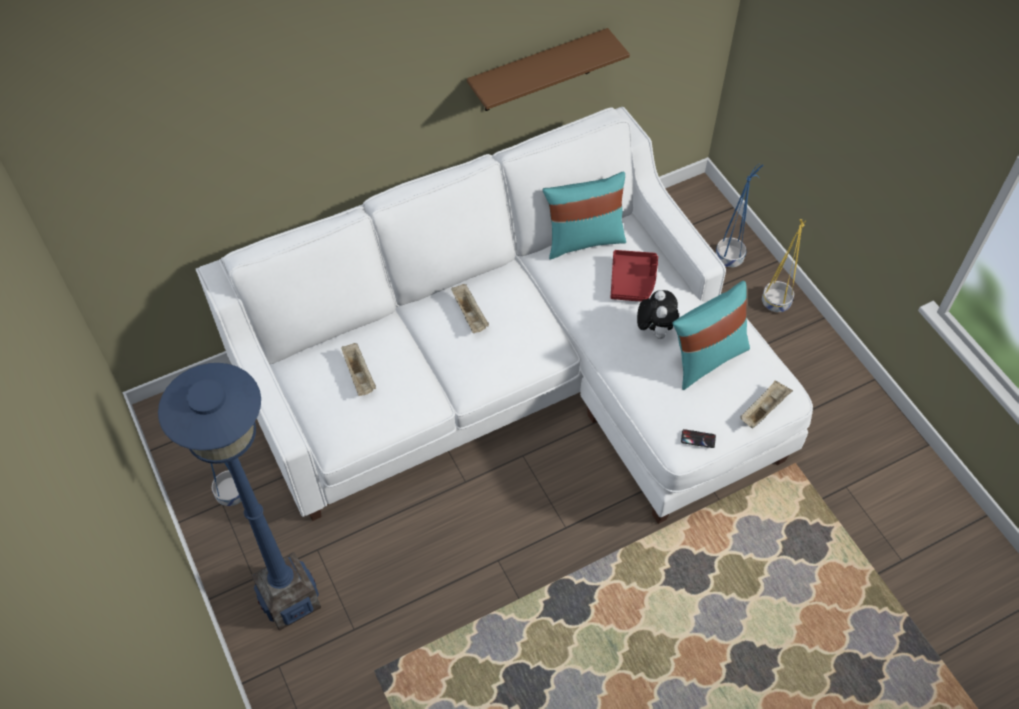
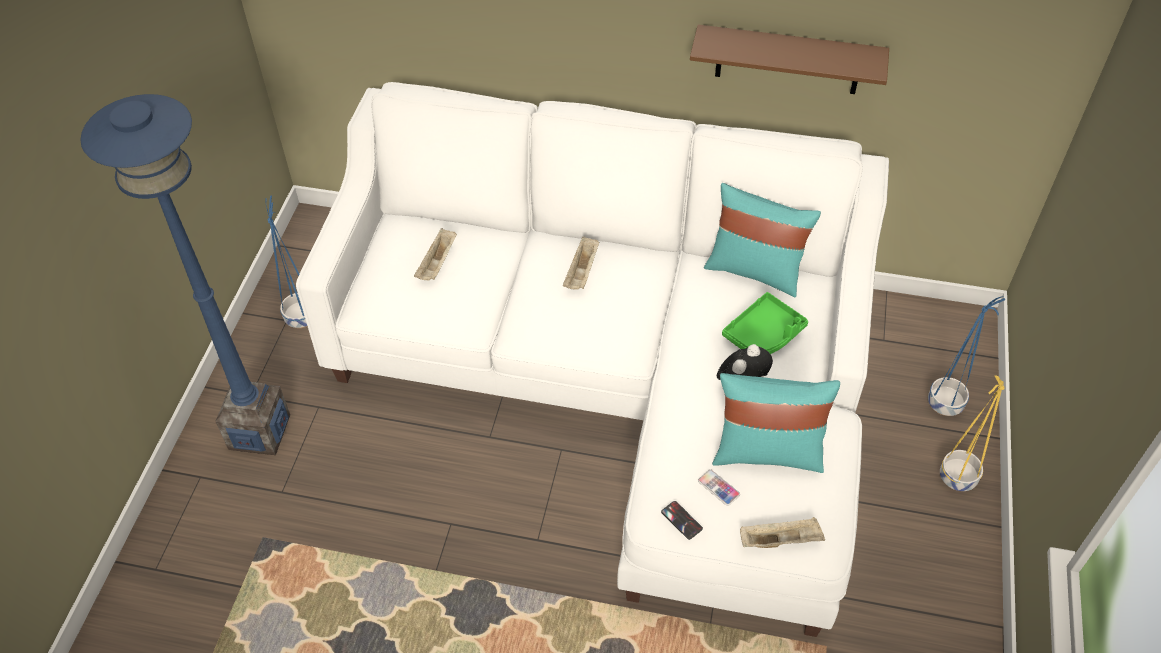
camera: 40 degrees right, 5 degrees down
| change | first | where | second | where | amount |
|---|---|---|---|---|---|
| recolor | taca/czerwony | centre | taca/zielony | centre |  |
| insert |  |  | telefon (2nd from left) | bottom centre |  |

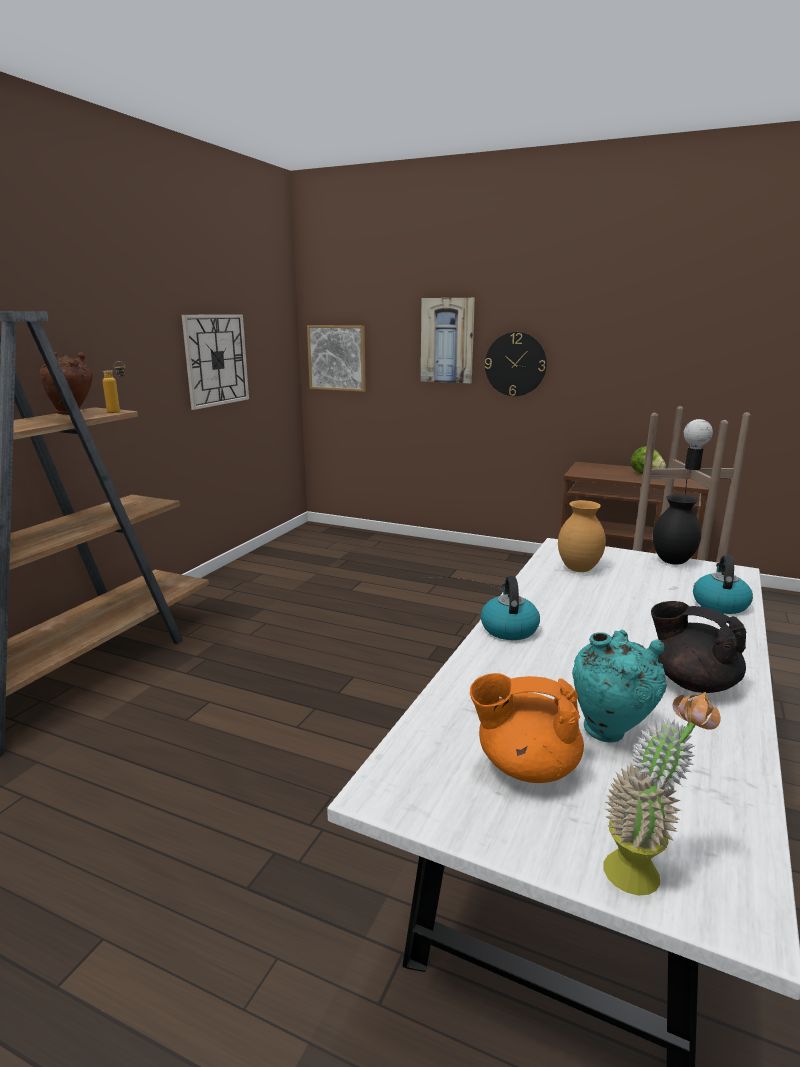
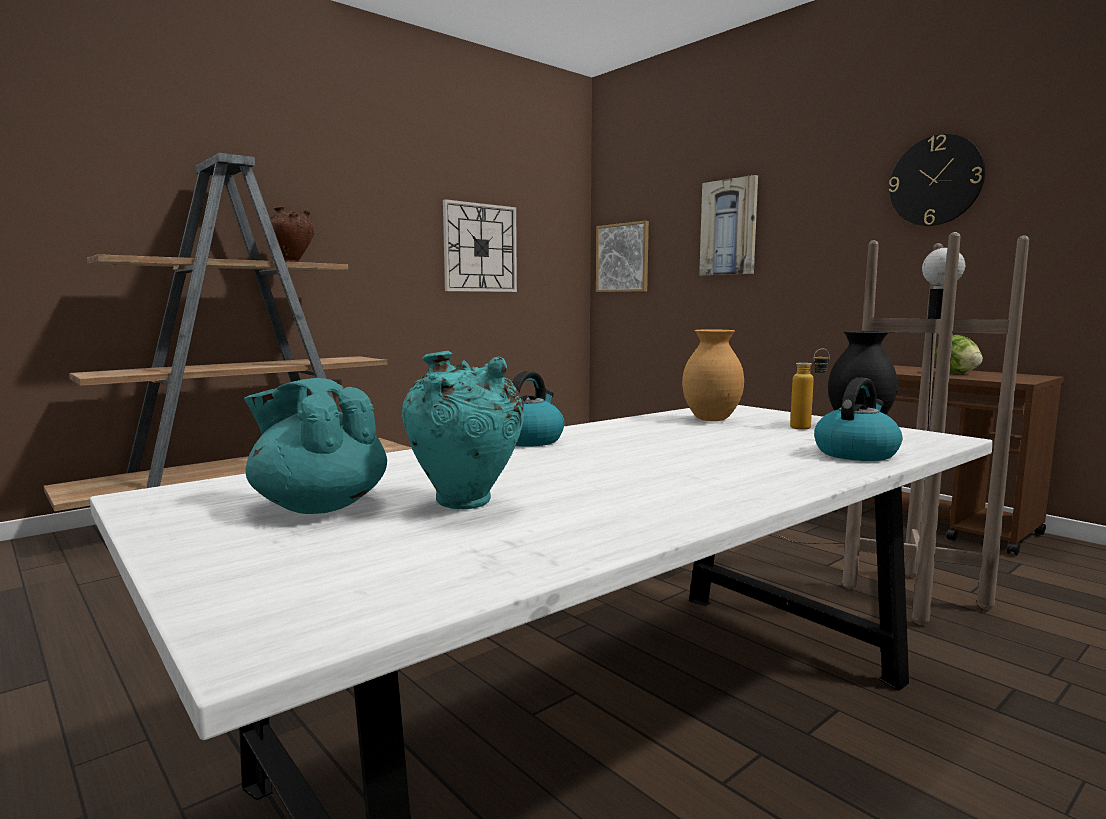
camera: 25 degrees right, 10 degrees down
| change | first | where | second | where | amount |
|---|---|---|---|---|---|
| move | zegar ścienny (2nd from left) | centre |  | top right |  |
| move | butelka | middle left |  | middle right |  |
| delete | imbryk/czarny | middle right |  |  |  |
| recolor | imbryk/pomarańczowy | bottom centre | imbryk/turkusowy | middle left |  |
| delete | roślina doniczkowa | bottom right |  |  |  |

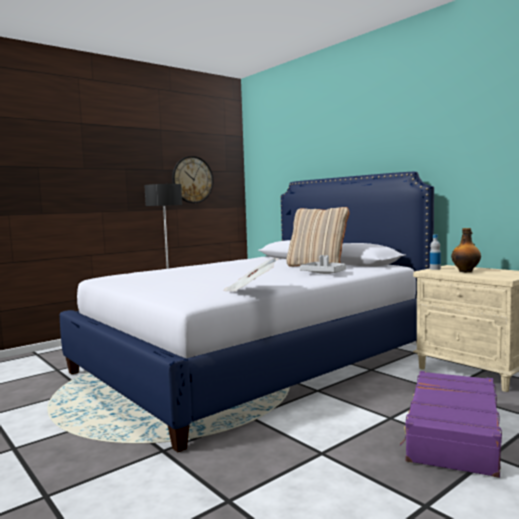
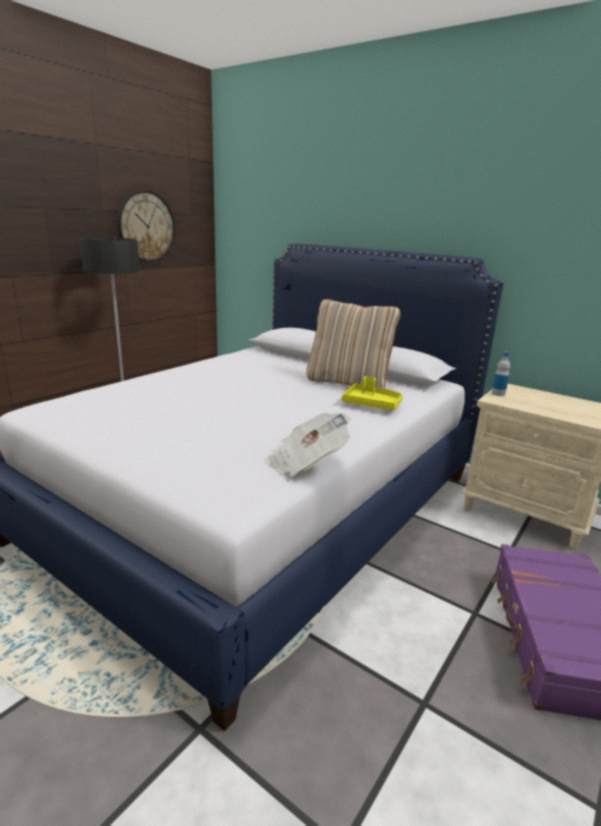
camera: 15 degrees left, 15 degrees up
| change | first | where | second | where | amount |
|---|---|---|---|---|---|
| delete | butelka (2nd from left) | middle right |  |  |  |
| recolor | taca/szary | centre | taca/żółty | centre |  |

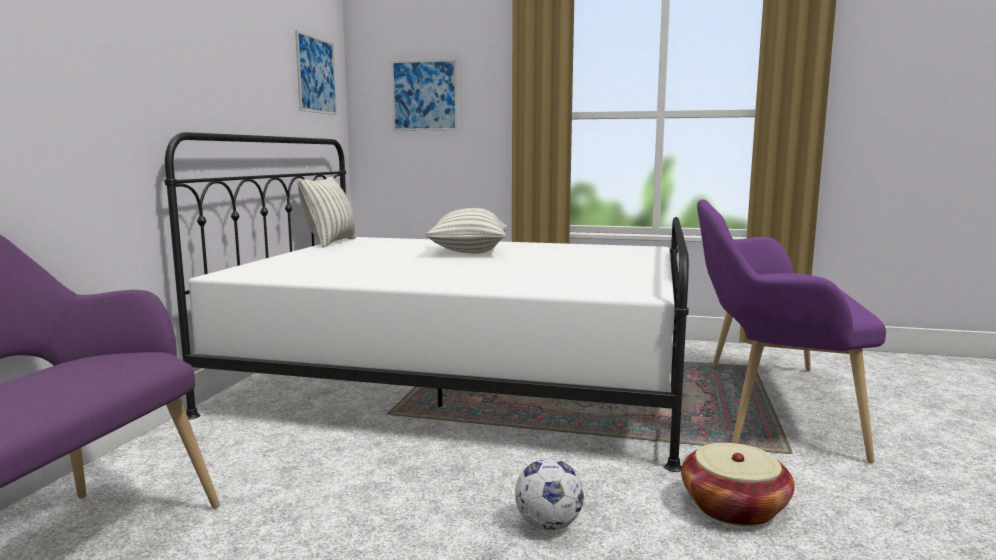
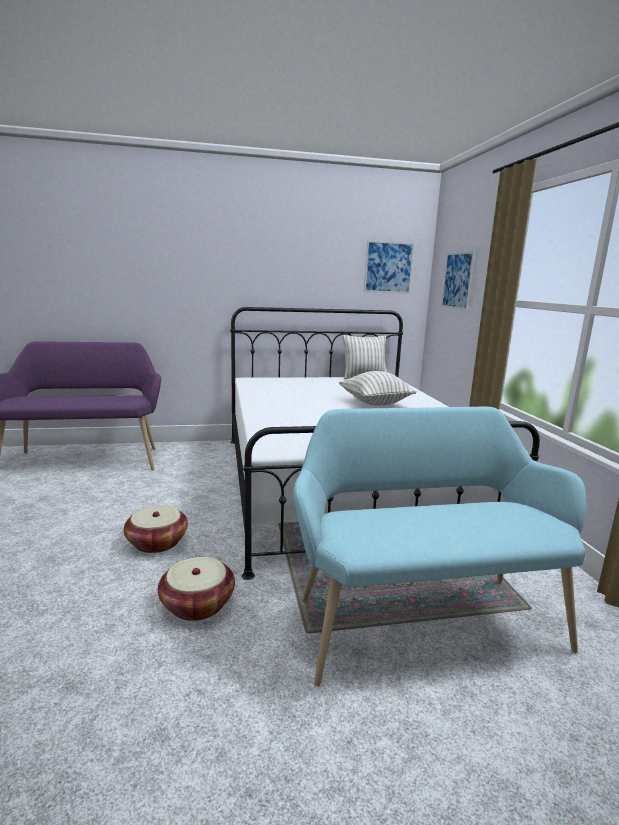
camera: 65 degrees right, 5 degrees up
| change | first | where | second | where | amount |
|---|---|---|---|---|---|
| recolor | ławka/fioletowy (2nd from left) | middle right | ławka/turkusowy | middle right |  |
| replace | piłka futbolowa | bottom centre | koszyk (1st from left) | middle left |  |

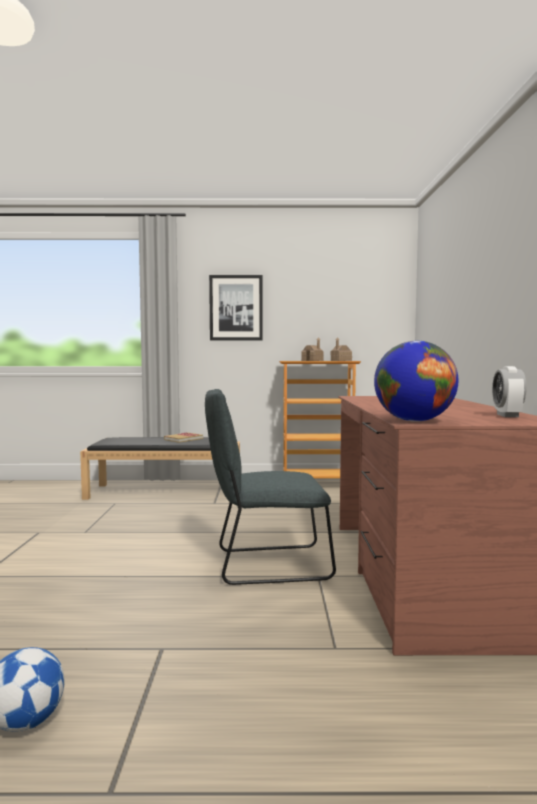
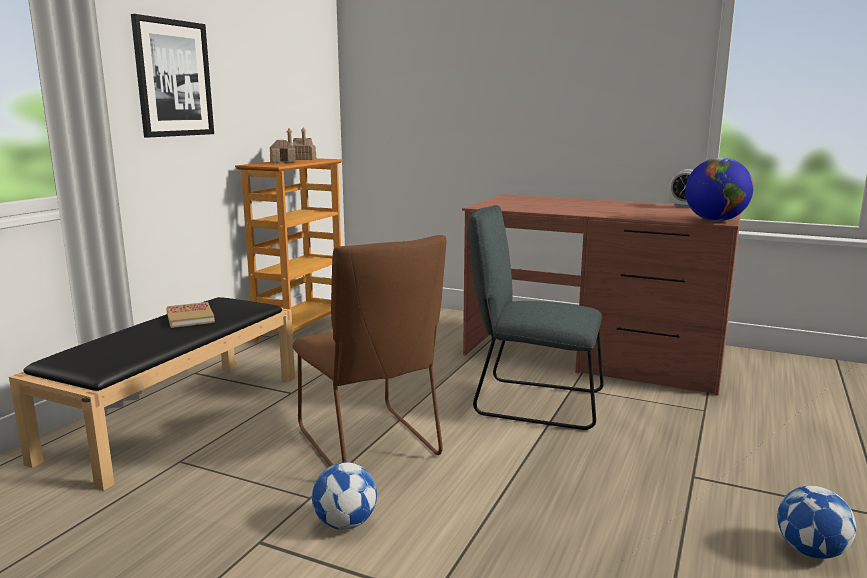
camera: 65 degrees left, 10 degrees up
| change | first | where | second | where | amount |
|---|---|---|---|---|---|
| rotate | krzesło/szary | centre |  | centre | 90 degrees clockwise |
| insert |  |  | krzesło/brązowy | centre |  |
| insert |  |  | piłka futbolowa (1st from left) | bottom centre |  |

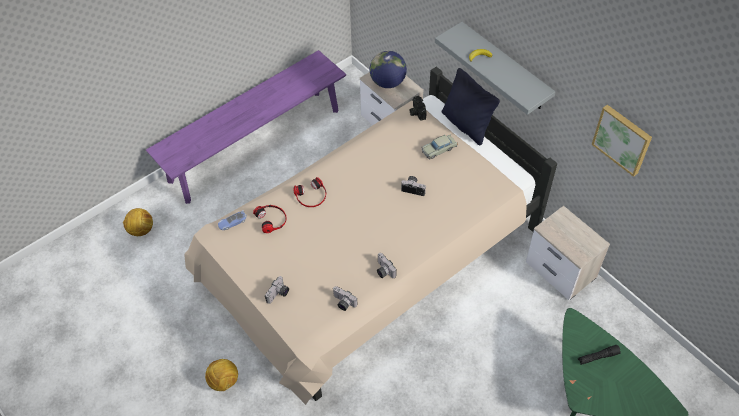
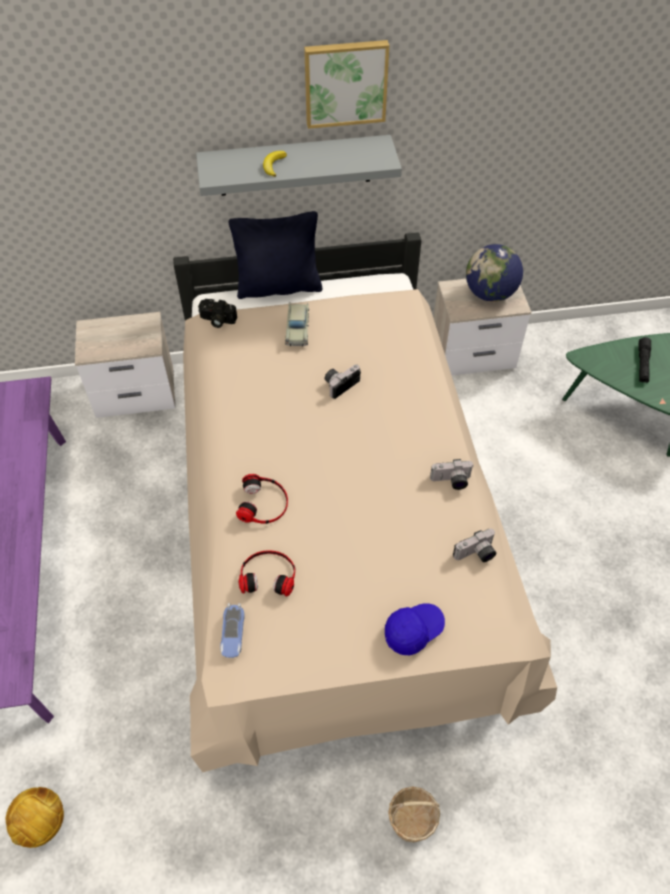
camera: 60 degrees left, 0 degrees up
| change | first | where | second | where | amount |
|---|---|---|---|---|---|
| move | globus | top centre |  | top right |  |
| move | obraz | middle right |  | top centre |  |
| replace | aparat fotograficzny (1st from left) | bottom centre | czapka z daszkiem/niebieski | bottom centre |  |
| replace | piłka futbolowa (2nd from left) | bottom left | koszyk | bottom centre |  |

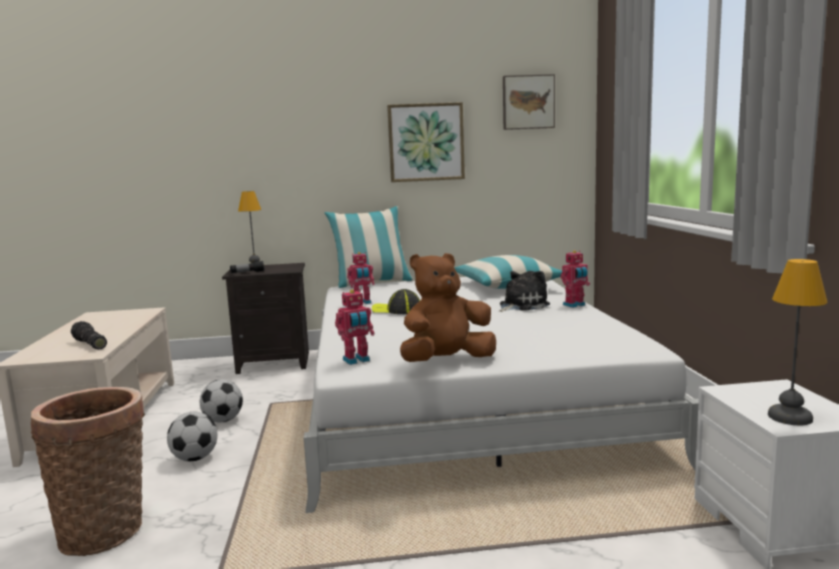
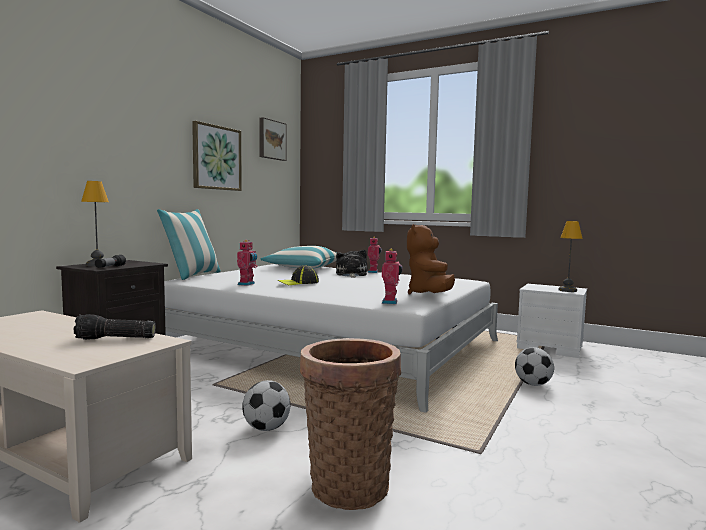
camera: 55 degrees left, 5 degrees down
| change | first | where | second | where | amount |
|---|---|---|---|---|---|
| move | piłka futbolowa (2nd from left) | bottom left |  | bottom right |  |

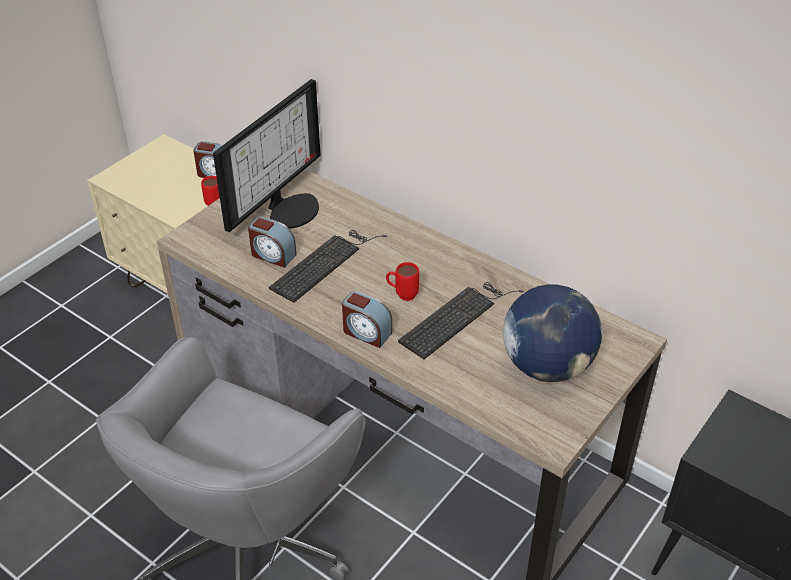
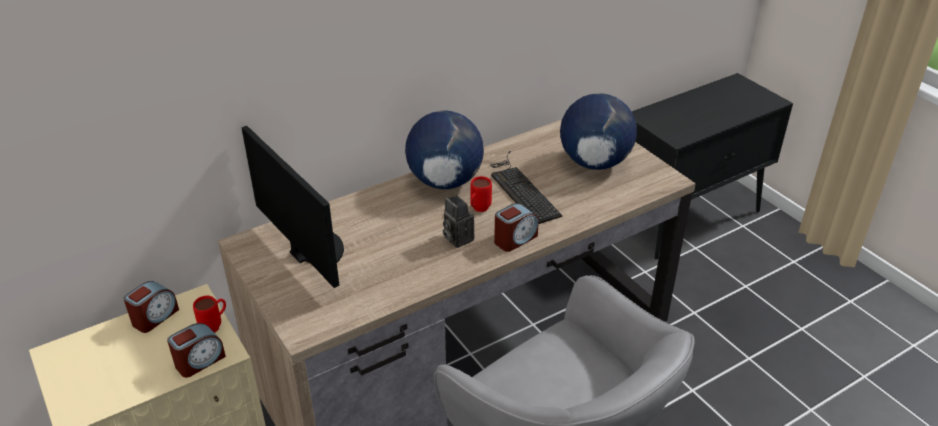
camera: 70 degrees left, 5 degrees down
| change | first | where | second | where | amount |
|---|---|---|---|---|---|
| move | budzik (2nd from left) | centre |  | bottom left |  |
| delete | klawiatura (1st from left) | centre |  |  |  |
| insert |  |  | globus (1st from left) | centre |  |
| insert |  |  | aparat fotograficzny | centre |  |

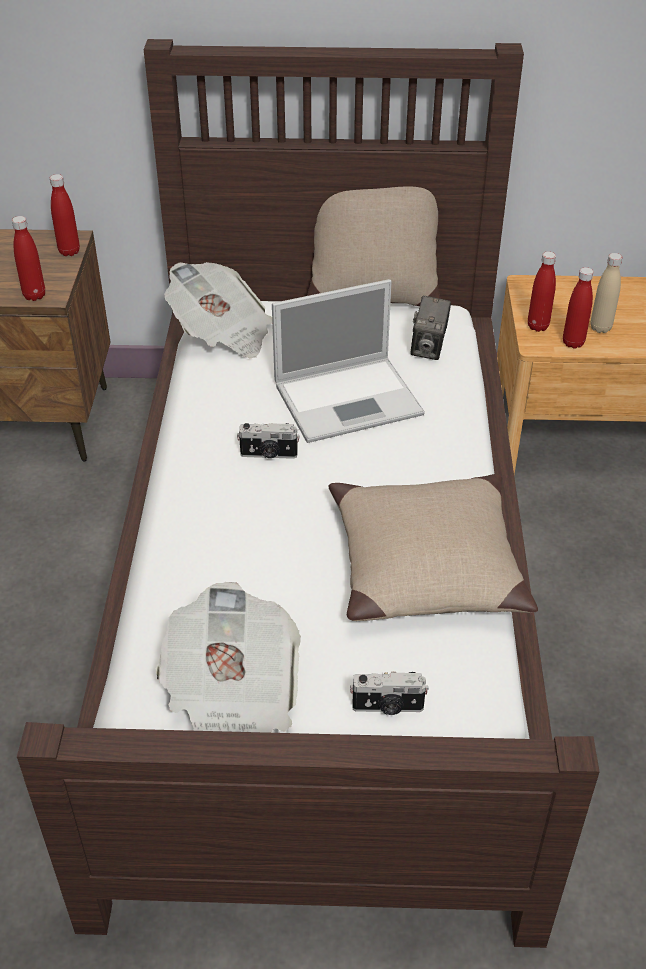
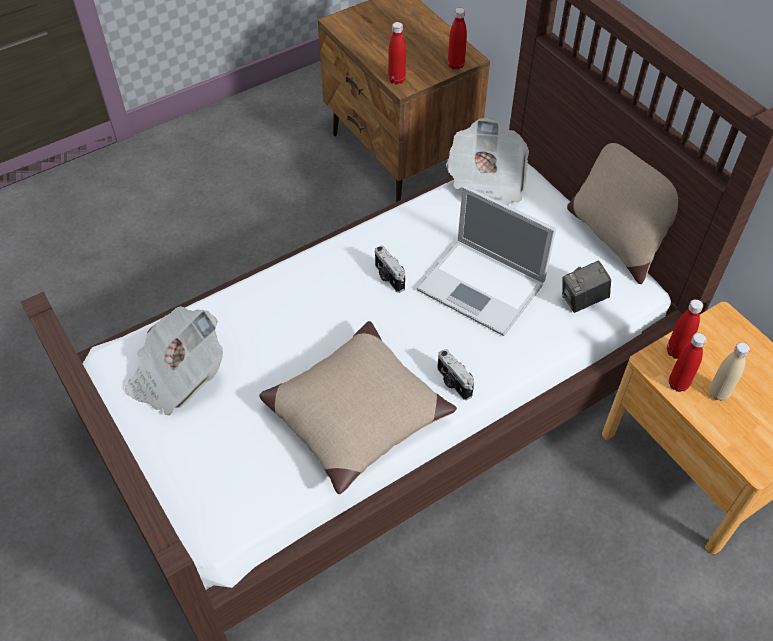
camera: 55 degrees right, 10 degrees up
| change | first | where | second | where | amount |
|---|---|---|---|---|---|
| move | aparat fotograficzny (2nd from left) | bottom centre |  | centre |  |

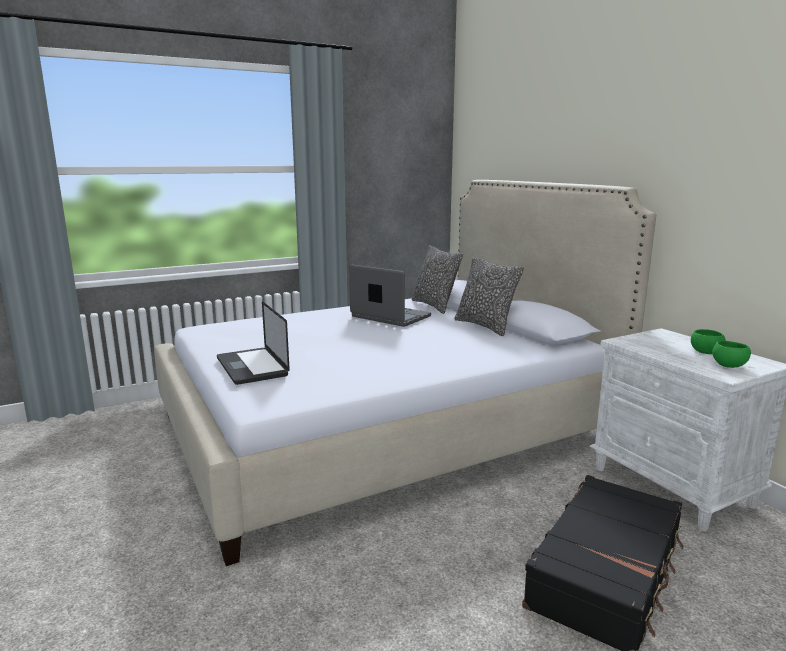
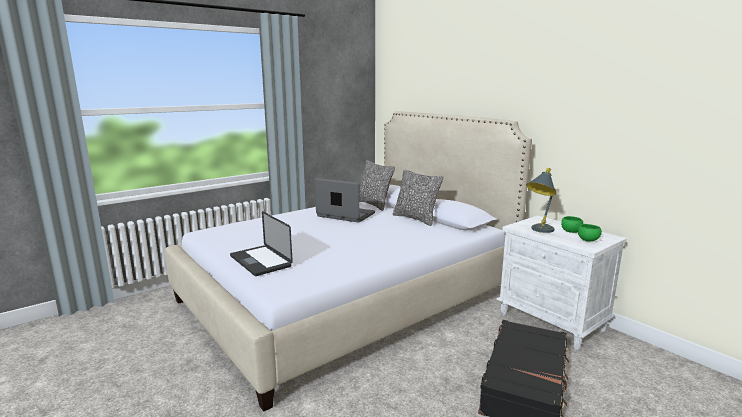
camera: 10 degrees left, 0 degrees up
| change | first | where | second | where | amount |
|---|---|---|---|---|---|
| insert |  |  | lampa stołowa/szary | middle right |  |

